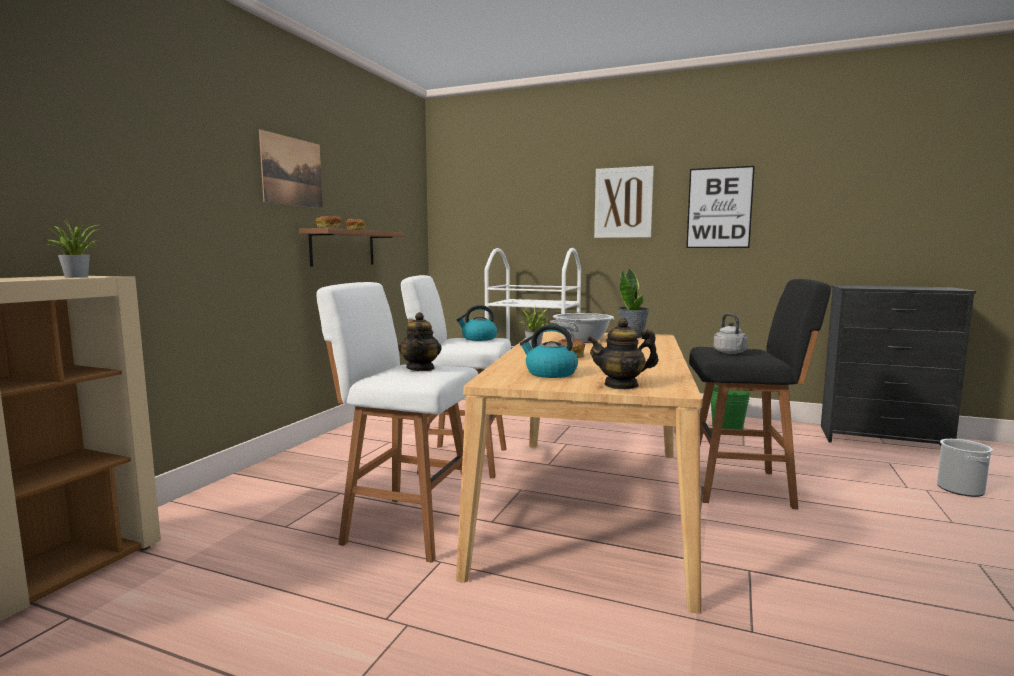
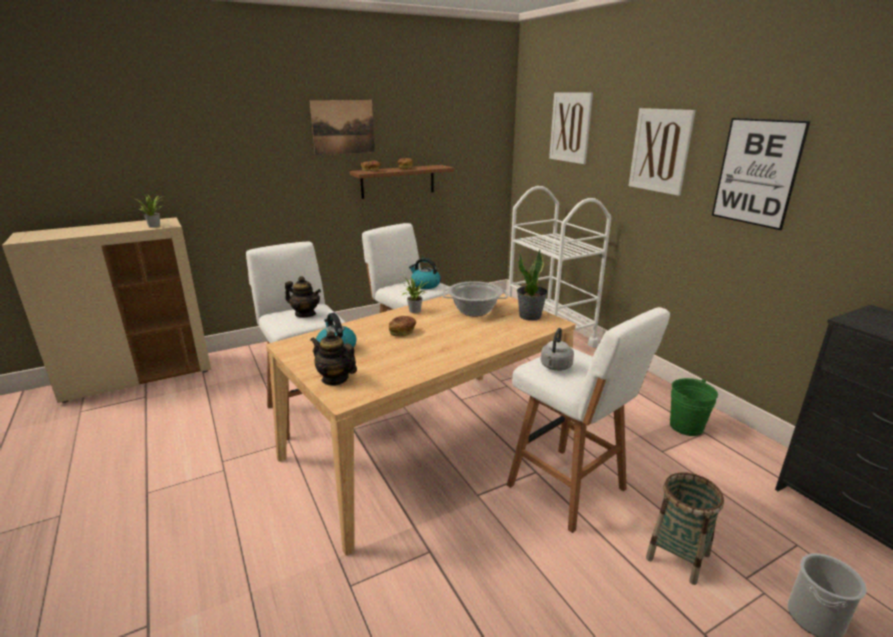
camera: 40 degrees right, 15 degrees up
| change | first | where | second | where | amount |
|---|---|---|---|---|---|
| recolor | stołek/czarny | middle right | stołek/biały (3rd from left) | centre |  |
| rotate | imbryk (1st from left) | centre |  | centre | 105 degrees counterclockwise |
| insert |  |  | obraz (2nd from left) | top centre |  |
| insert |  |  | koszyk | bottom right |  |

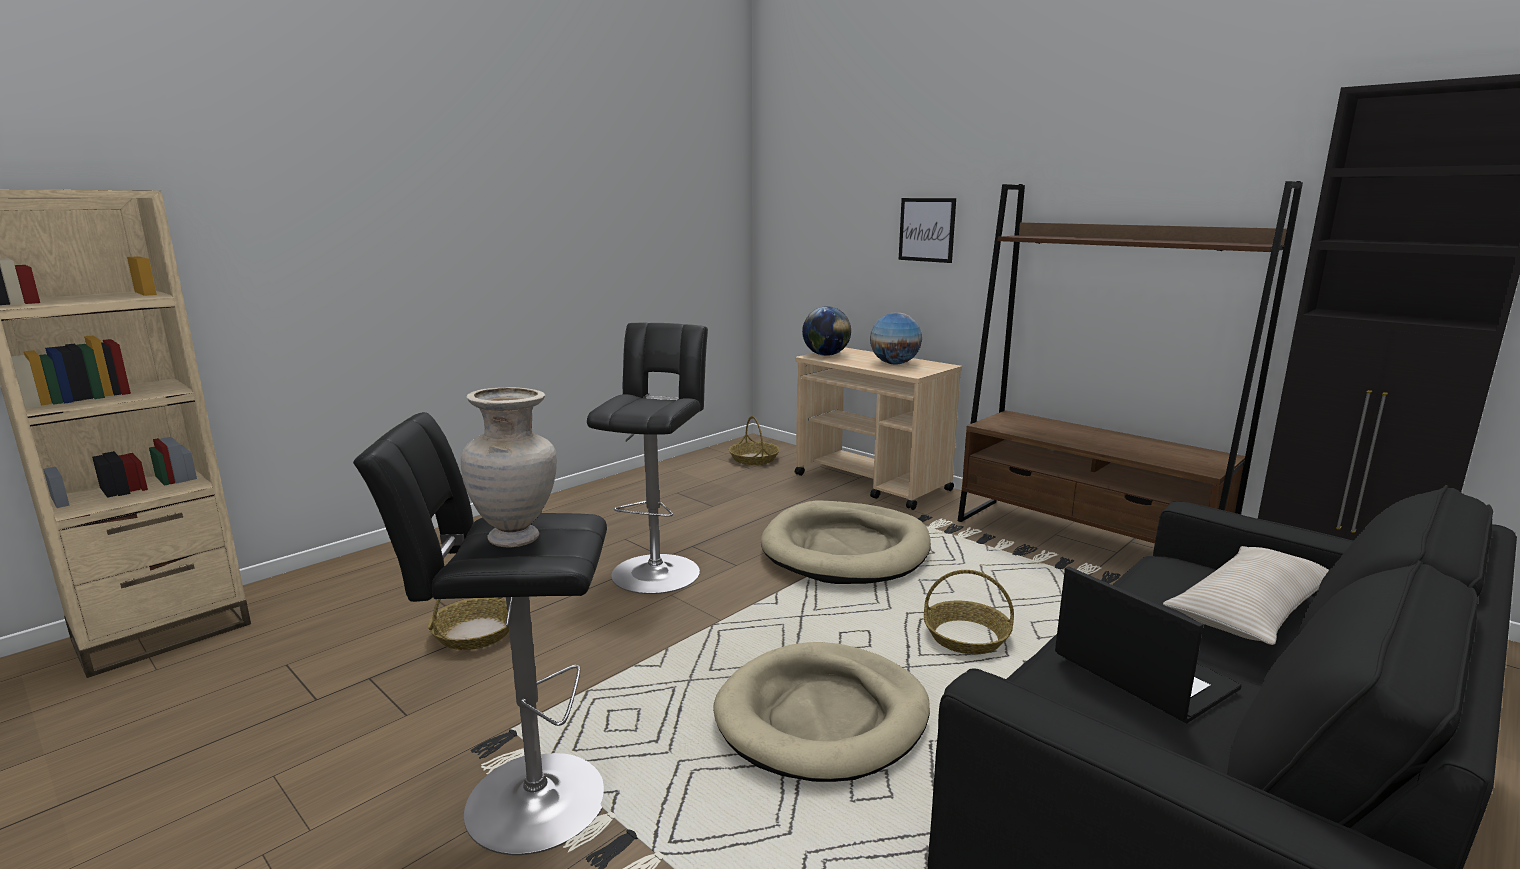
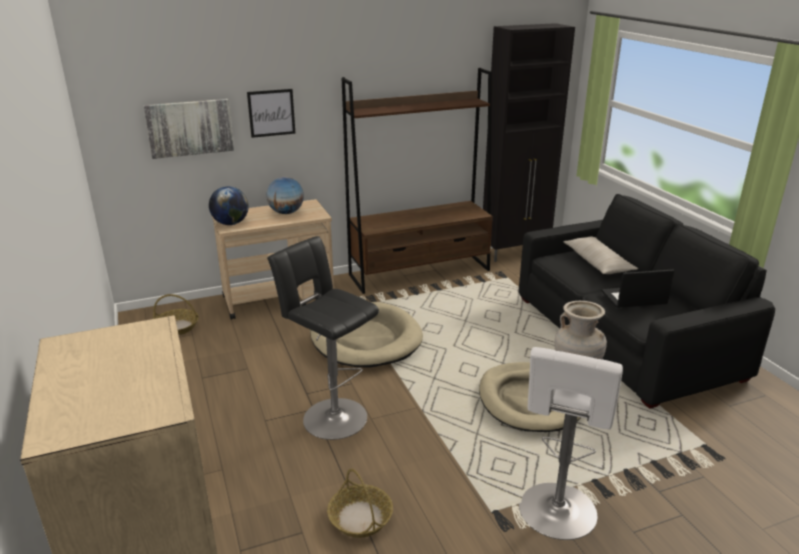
camera: 65 degrees left, 10 degrees up
| change | first | where | second | where | amount |
|---|---|---|---|---|---|
| recolor | stołek/czarny (1st from left) | bottom left | stołek/biały | bottom right |  |
| delete | koszyk (3rd from left) | bottom centre |  |  |  |
| insert |  |  | obraz (1st from left) | top left |  |

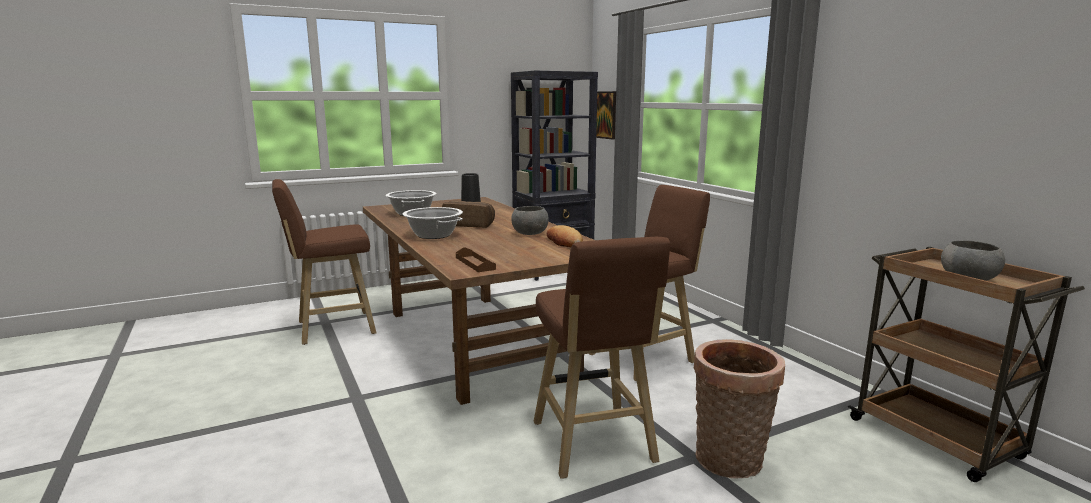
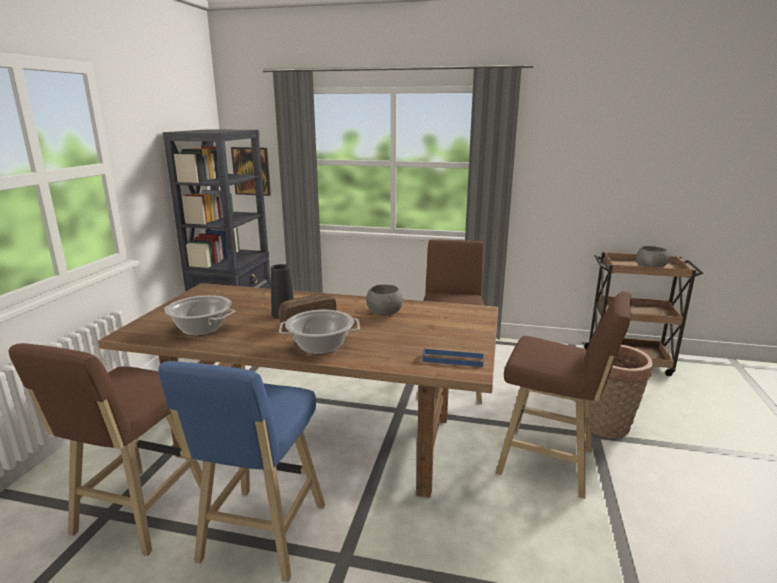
camera: 50 degrees left, 5 degrees up
| change | first | where | second | where | amount |
|---|---|---|---|---|---|
| delete | chleb (2nd from left) | centre |  |  |  |
| recolor | taca/brązowy | centre | taca/niebieski | centre |  |
| insert |  |  | stołek/niebieski | bottom left |  |

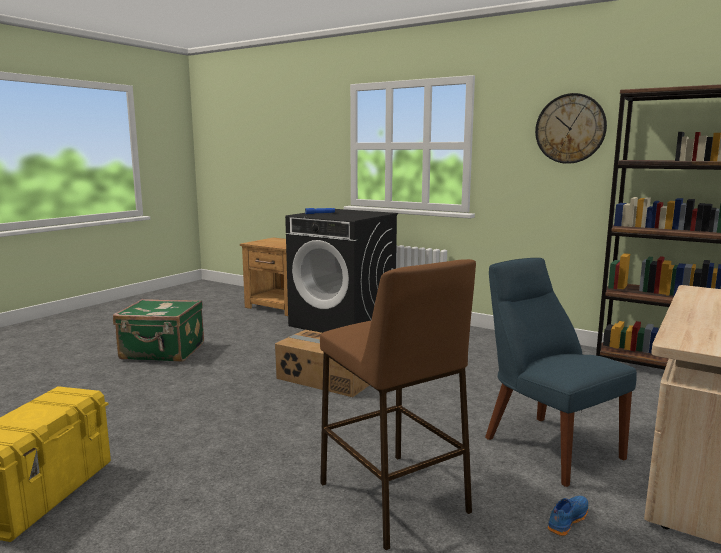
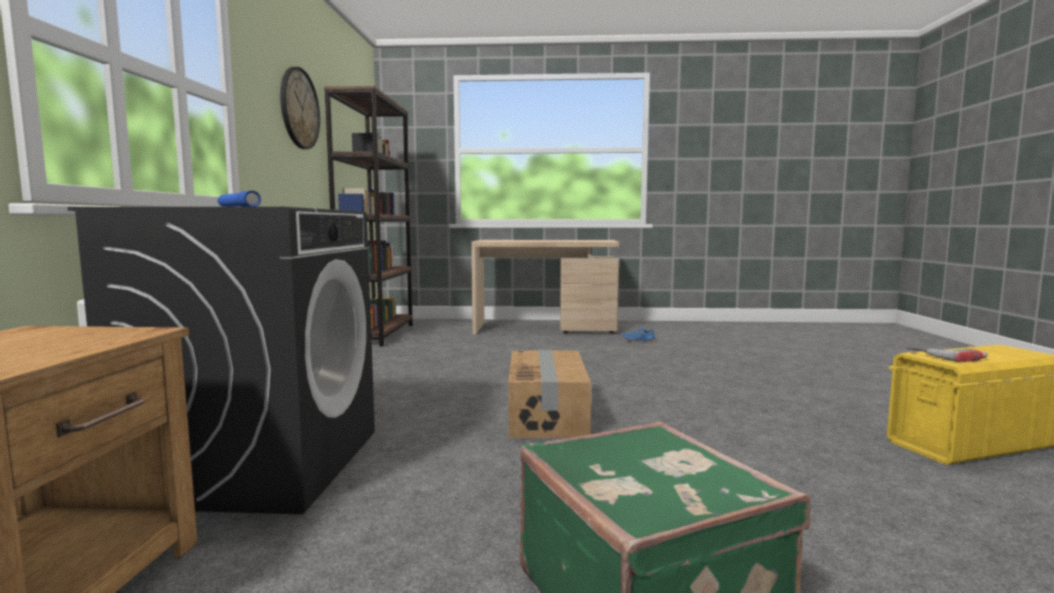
camera: 120 degrees left, 5 degrees down
| change | first | where | second | where | amount |
|---|---|---|---|---|---|
| delete | krzesło/niebieski | bottom right |  |  |  |
| delete | stołek/brązowy | bottom centre |  |  |  |
| insert |  |  | wiertarka | middle right |  |

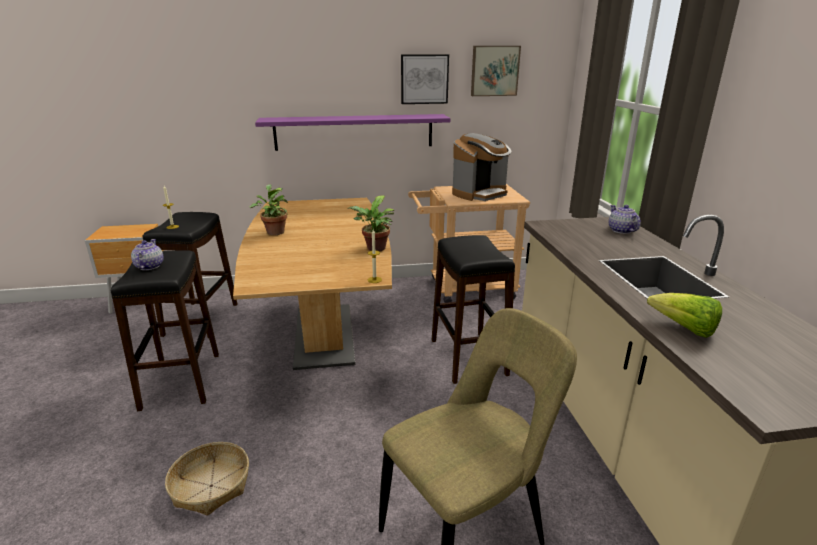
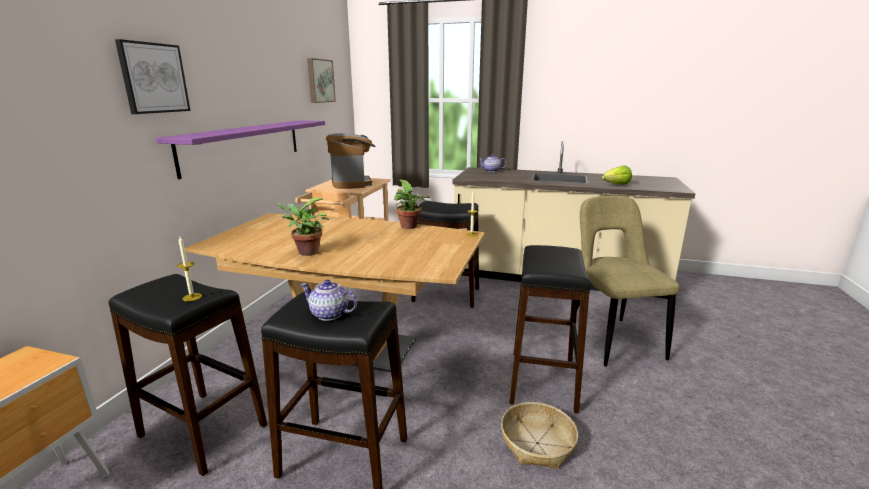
camera: 65 degrees left, 5 degrees down
| change | first | where | second | where | amount |
|---|---|---|---|---|---|
| move | obraz (1st from left) | top centre |  | top left |  |
| insert |  |  | stołek/czarny (4th from left) | bottom centre |  |

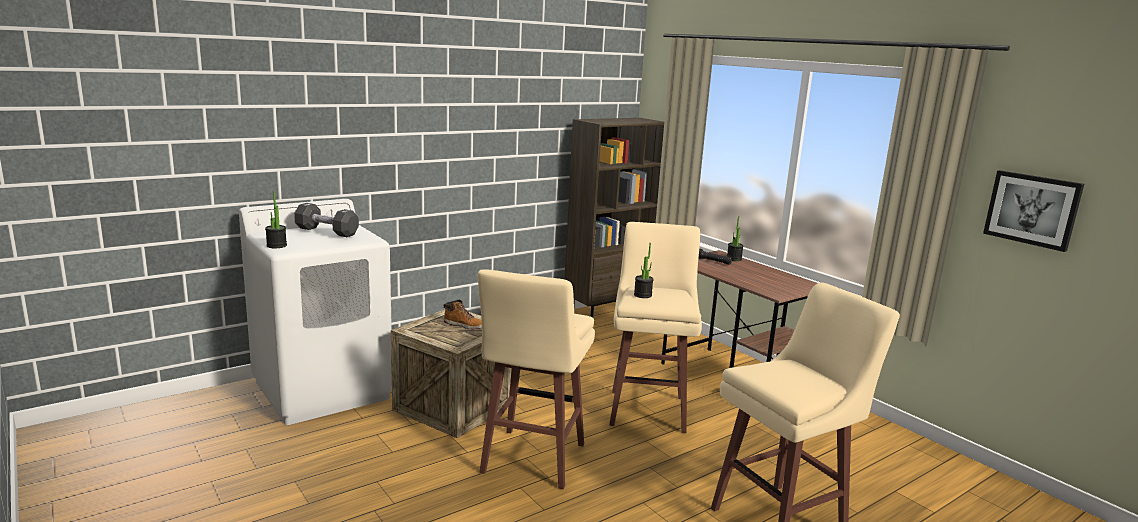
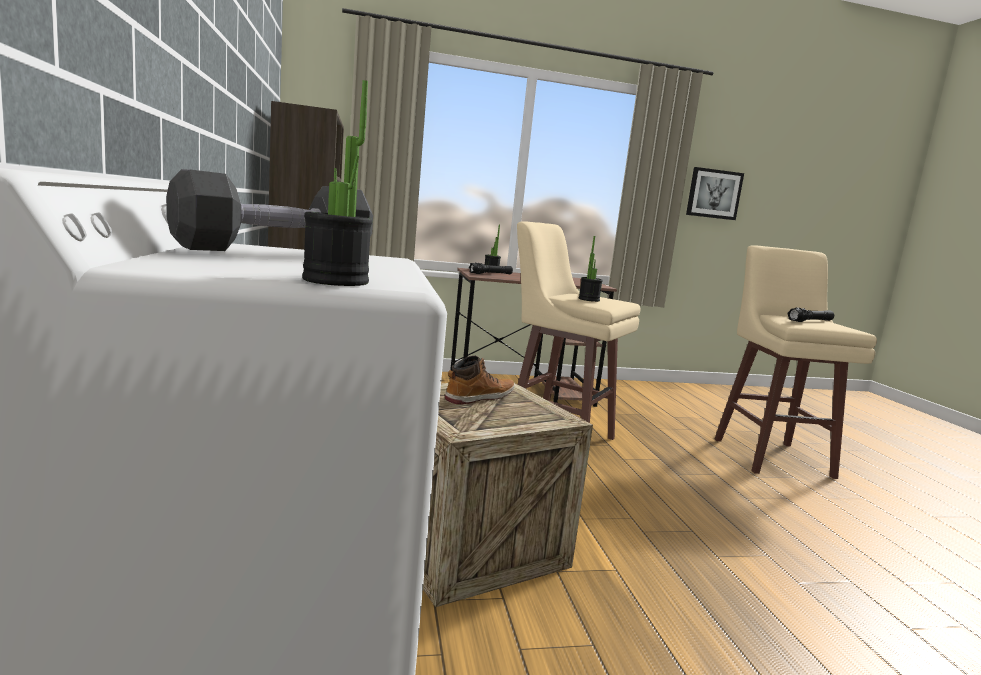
camera: 65 degrees left, 5 degrees down
| change | first | where | second | where | amount |
|---|---|---|---|---|---|
| delete | stołek/beżowy (1st from left) | bottom centre |  |  |  |
| insert |  |  | latarka/czarny (2nd from left) | middle right |  |

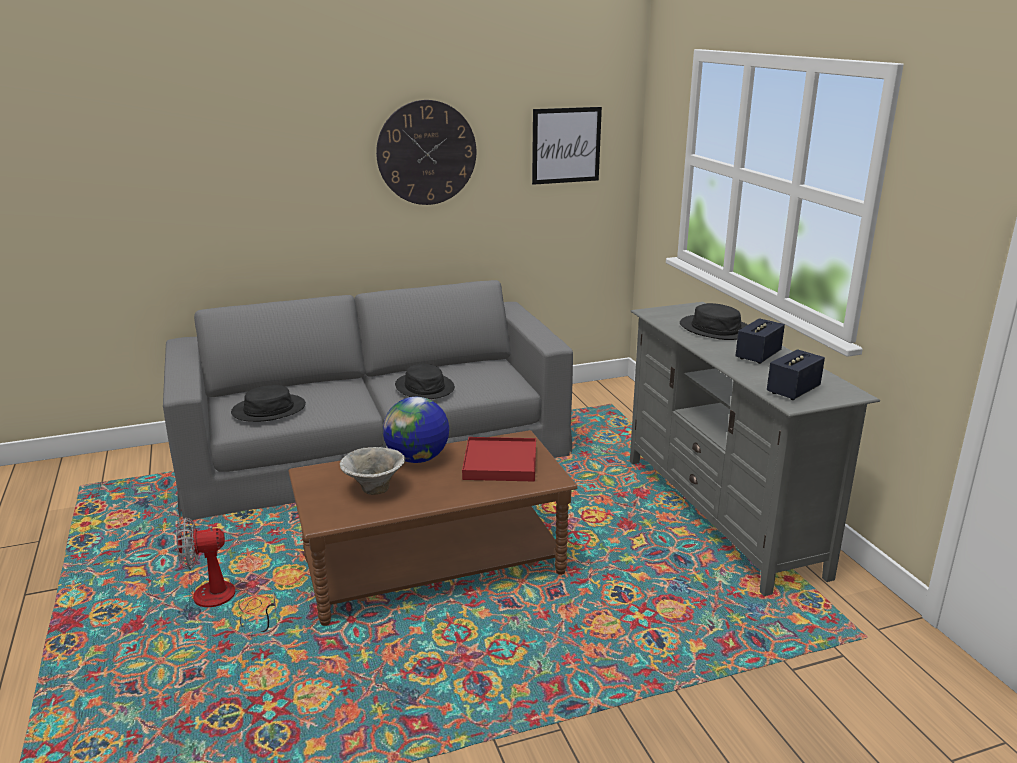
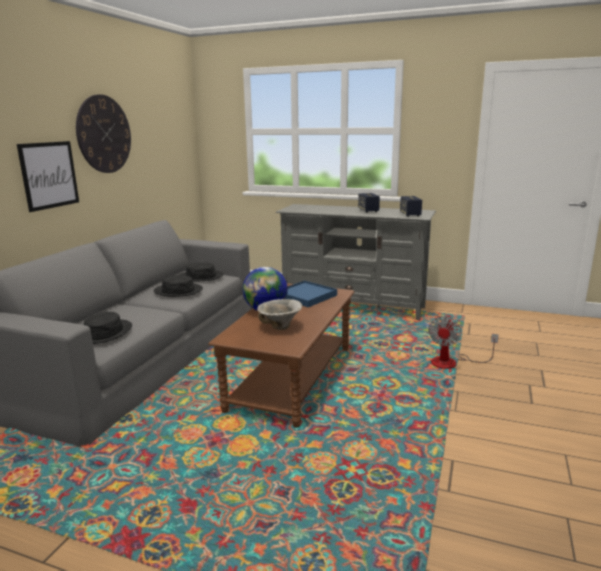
camera: 50 degrees left, 5 degrees down
| change | first | where | second | where | amount |
|---|---|---|---|---|---|
| move | obraz | top centre |  | top left |  |
| move | kapelusz/czarny (3rd from left) | middle right |  | centre |  |
| recolor | taca/czerwony | centre | taca/niebieski | centre |  |
| move | wentylator | bottom left |  | middle right |  |

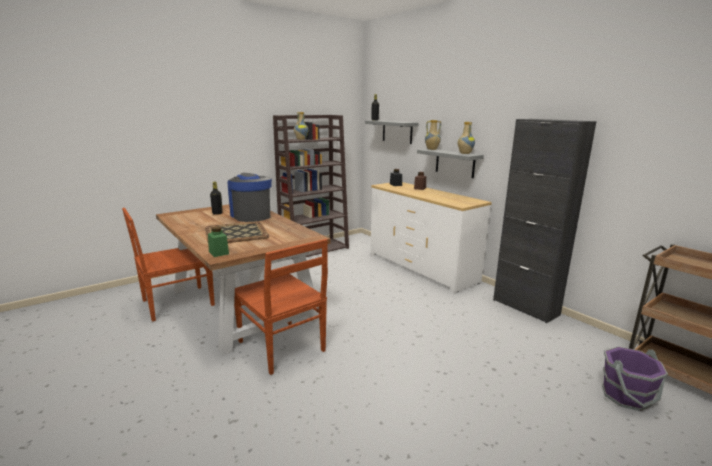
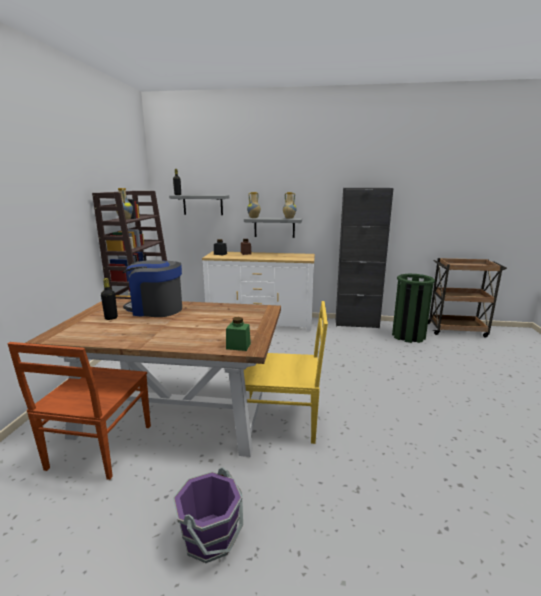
camera: 45 degrees left, 0 degrees up
| change | first | where | second | where | amount |
|---|---|---|---|---|---|
| delete | taca | middle left |  |  |  |
| recolor | krzesło/brązowy (2nd from left) | centre | krzesło/żółty | centre |  |
| move | wiadro/fioletowy | bottom right |  | bottom centre |  |
| insert |  |  | kosz na śmieci/zielony | middle right |  |

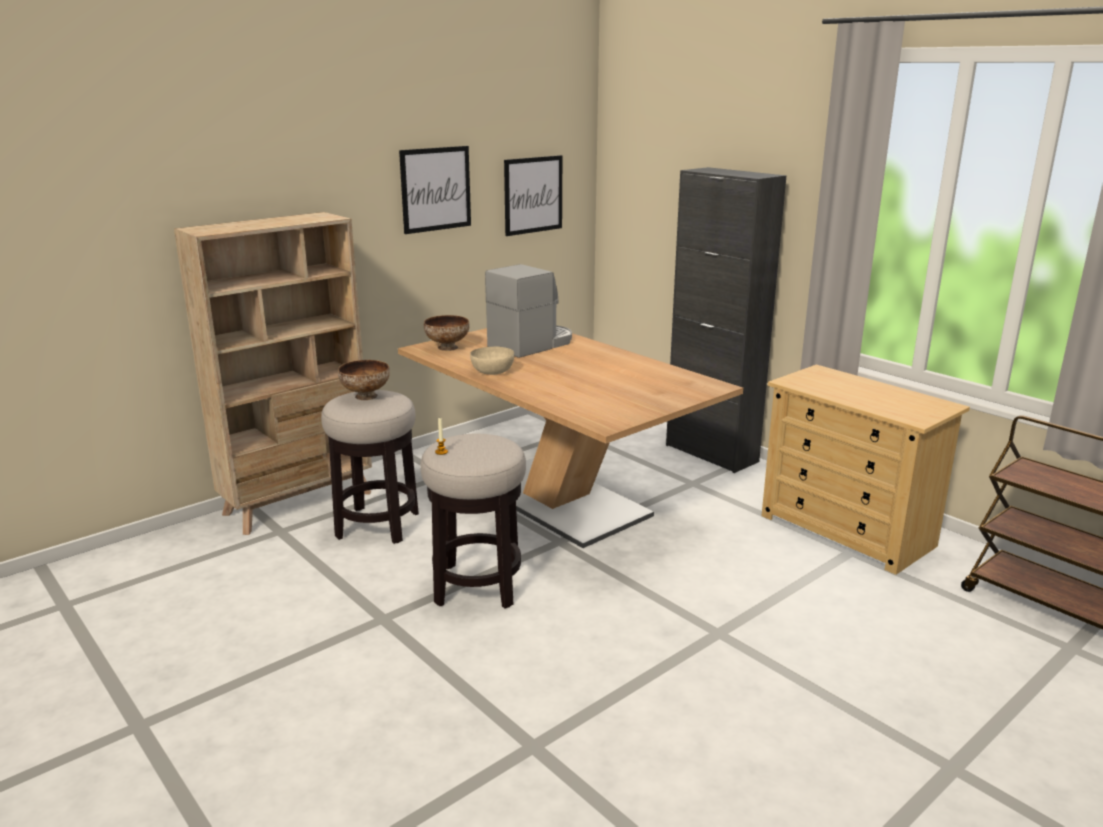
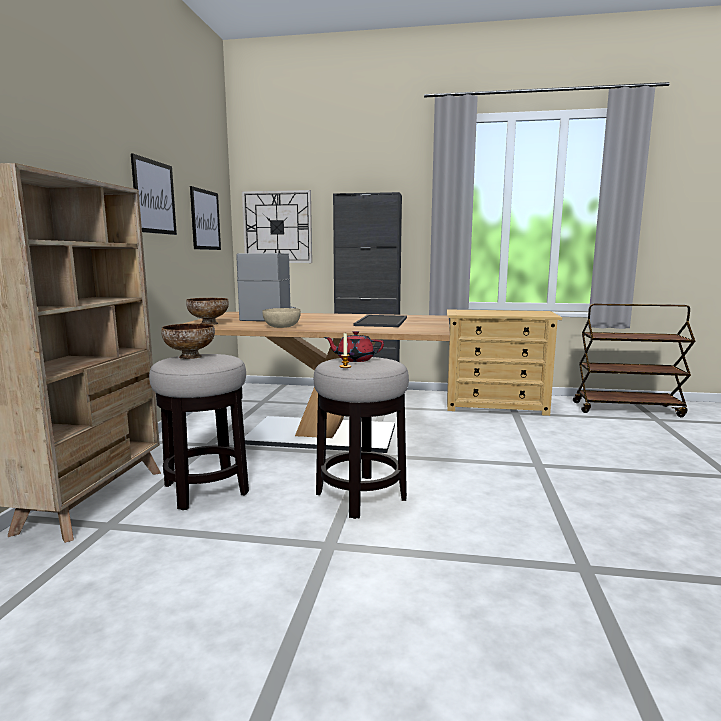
camera: 40 degrees left, 10 degrees down
| change | first | where | second | where | amount |
|---|---|---|---|---|---|
| insert |  |  | zegar ścienny | top centre |  |
| insert |  |  | taca | centre |  |
| insert |  |  | imbryk/czerwony | centre |  |

